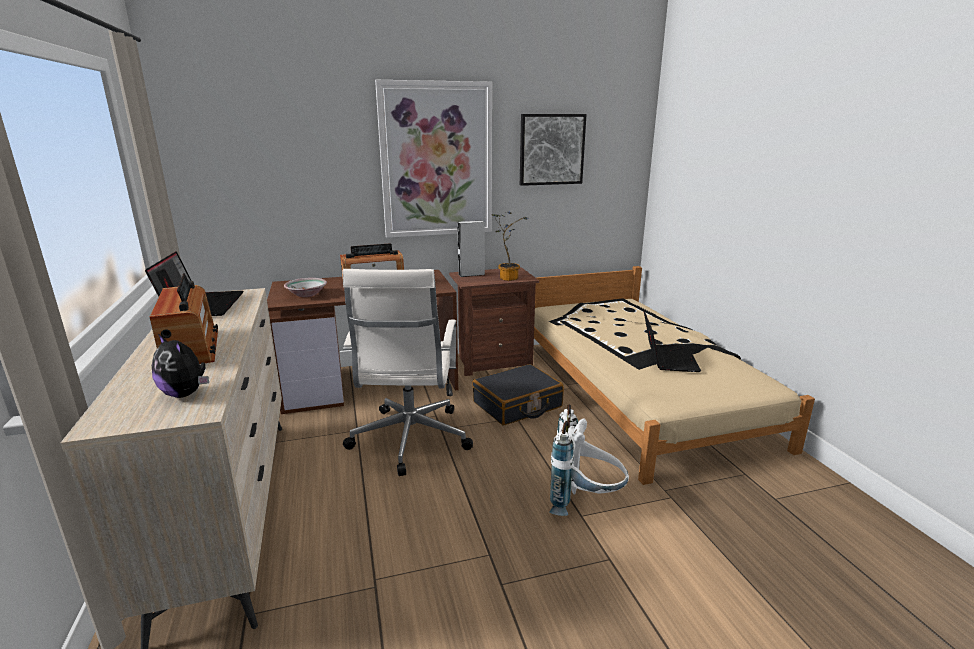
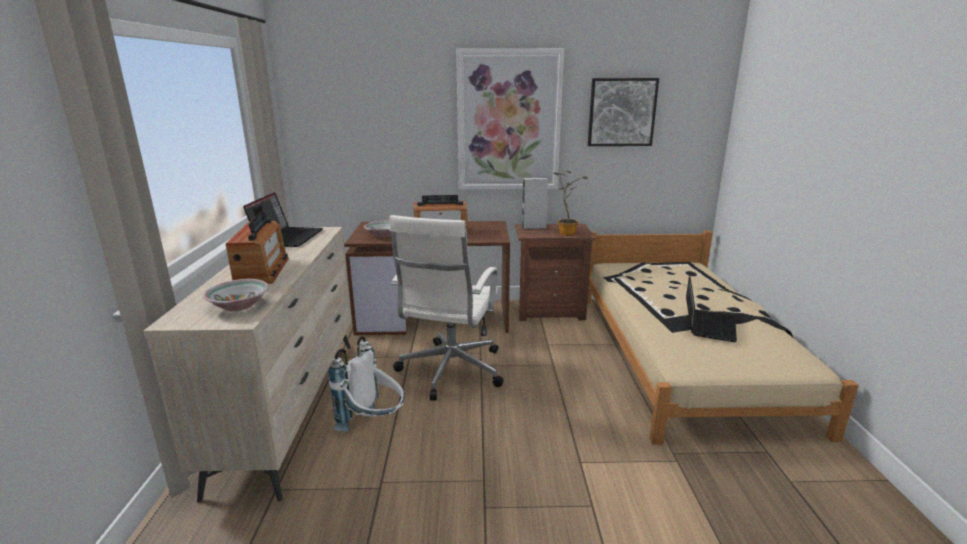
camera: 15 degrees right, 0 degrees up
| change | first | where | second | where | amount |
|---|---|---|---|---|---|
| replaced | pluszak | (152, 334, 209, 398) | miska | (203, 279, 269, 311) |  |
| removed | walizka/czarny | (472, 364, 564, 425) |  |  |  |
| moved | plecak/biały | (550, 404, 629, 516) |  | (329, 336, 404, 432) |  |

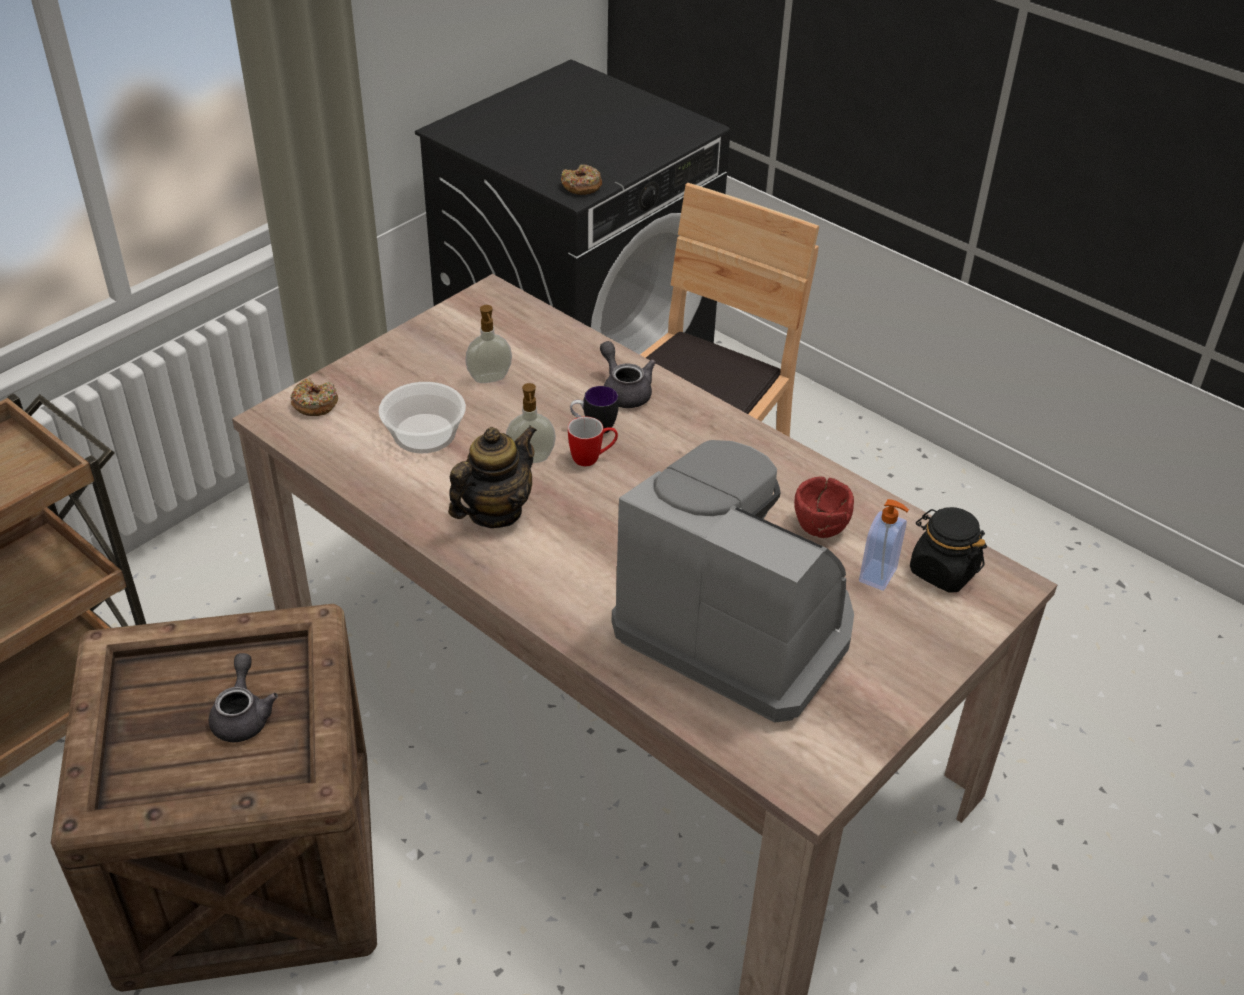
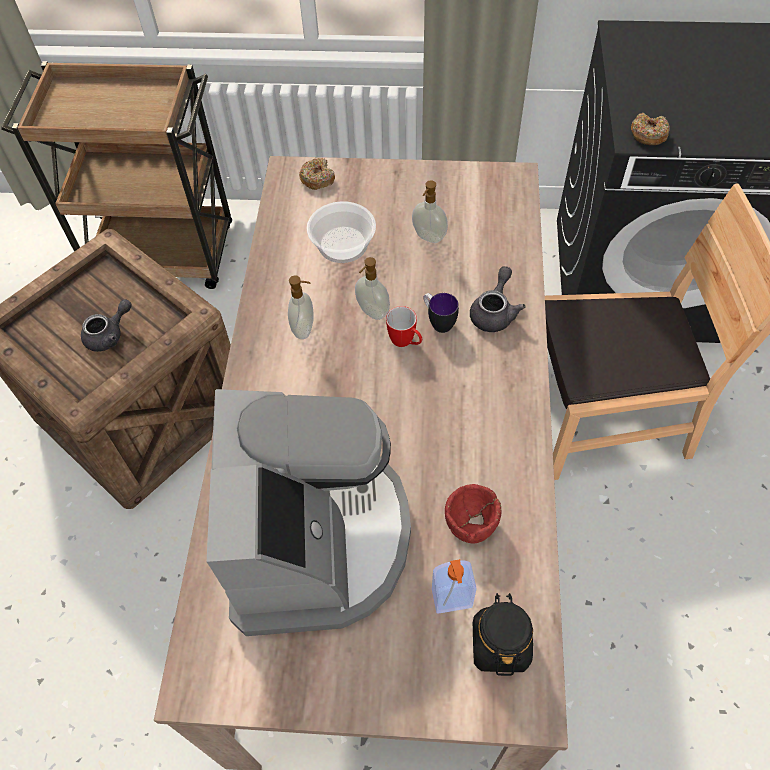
camera: 55 degrees right, 15 degrees up
| change | first | where | second | where | amount |
|---|---|---|---|---|---|
| replaced | imbryk | (448, 425, 537, 528) | dozownik mydła | (288, 275, 314, 339) |  |

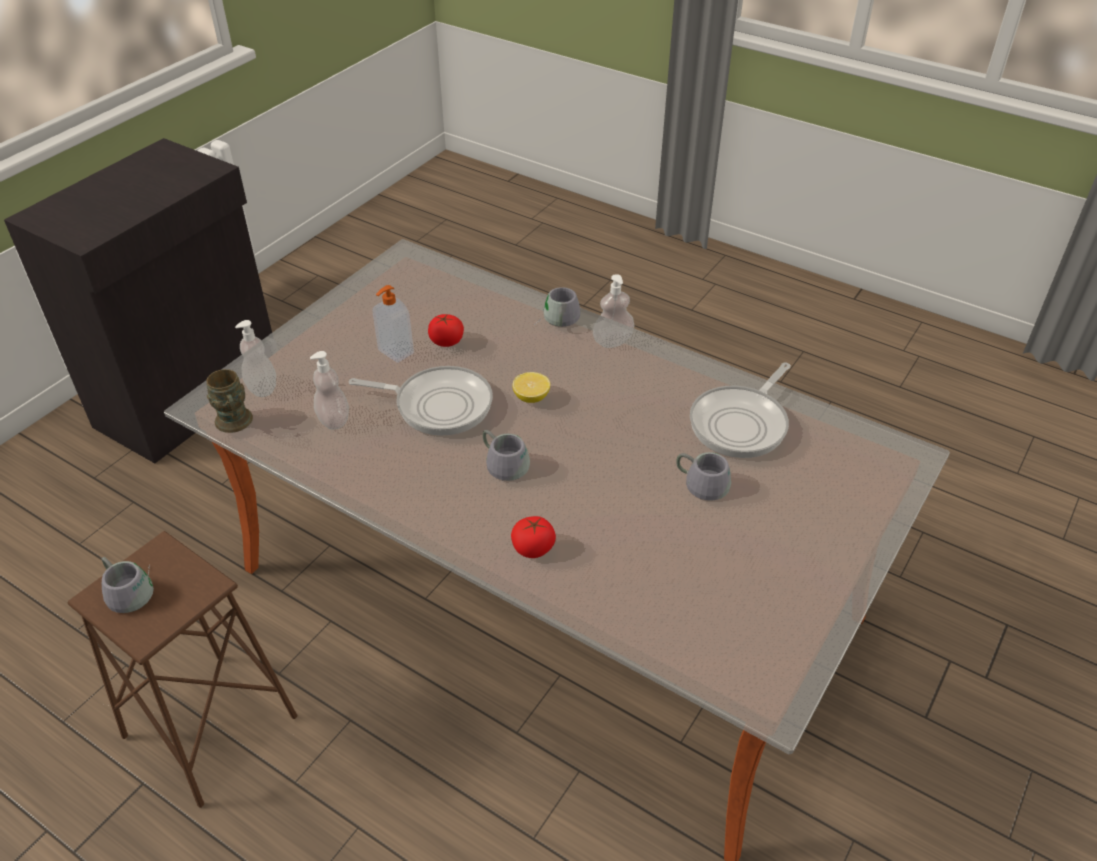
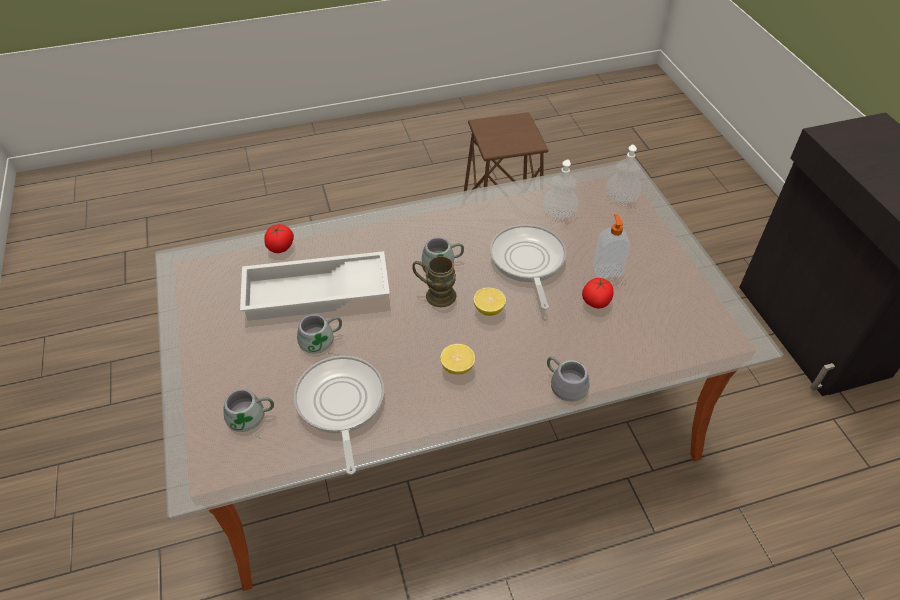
camera: 130 degrees right, 5 degrees up
| change | first | where | second | where | amount |
|---|---|---|---|---|---|
| moved | kubek/szary | (102, 557, 154, 613) |  | (223, 389, 274, 439) |  |
| moved | kubek/brązowy | (206, 369, 253, 433) |  | (412, 256, 456, 307) |  |
| turned | patelnia | (349, 366, 493, 436) |  | (490, 224, 566, 310) | 120 degrees clockwise |
| moved | pomidor | (511, 516, 556, 558) |  | (264, 224, 294, 253) |  |
| removed | dozownik mydła | (593, 274, 634, 348) |  |  |  |
| added |  |  | taca/biały | (240, 251, 390, 321) |  |
| added |  |  | cytryna | (440, 344, 475, 374) |  |

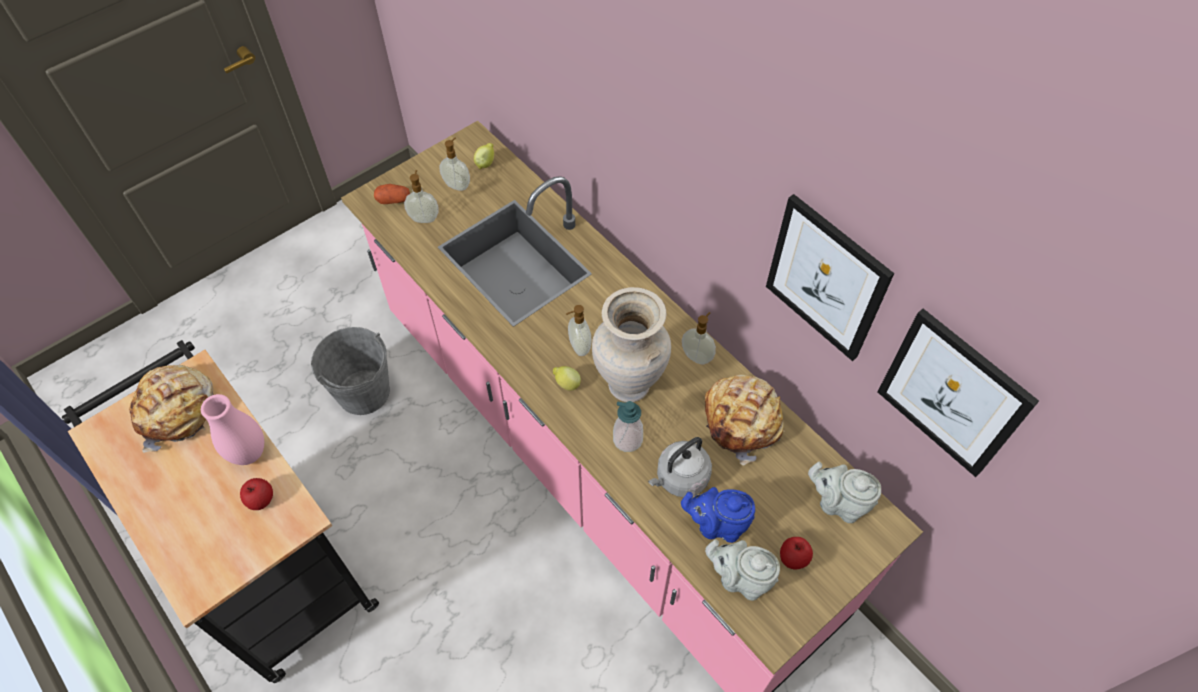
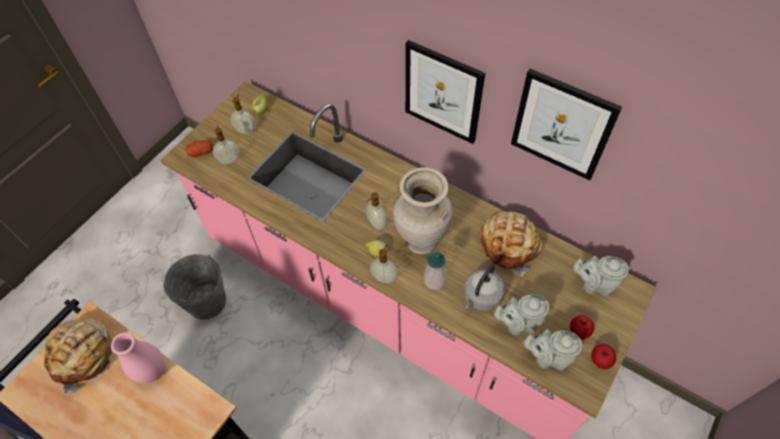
camera: 15 degrees left, 0 degrees up
| change | first | where | second | where | amount |
|---|---|---|---|---|---|
| moved | jabłko | (240, 478, 273, 510) |  | (591, 344, 616, 369) |  |
| recoloured | imbryk/niebieski | (681, 487, 755, 543) | imbryk/szary | (494, 294, 549, 335) |  |
| moved | dozownik mydła | (682, 312, 716, 365) |  | (370, 245, 398, 283) |  |
| moved | obraz | (878, 309, 1039, 477) |  | (405, 40, 485, 144) |  |

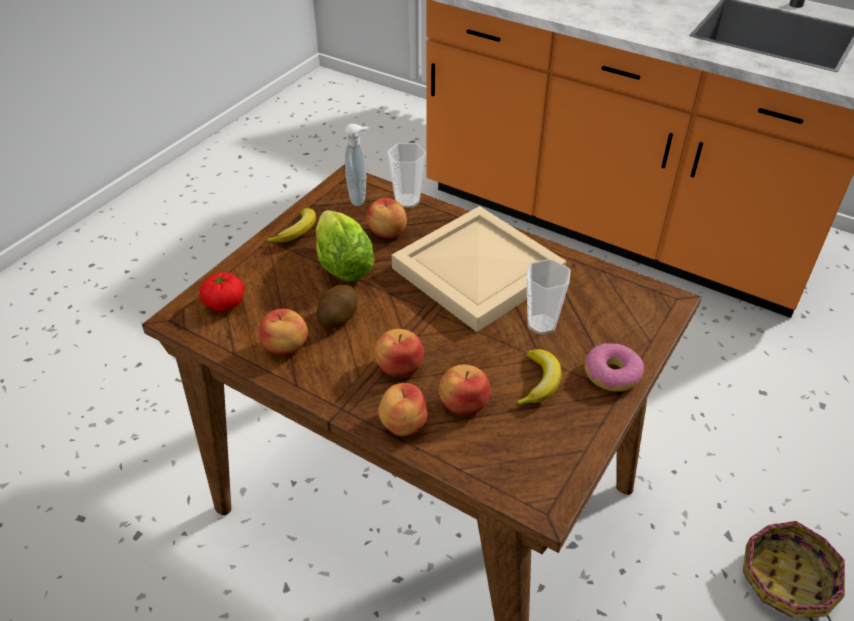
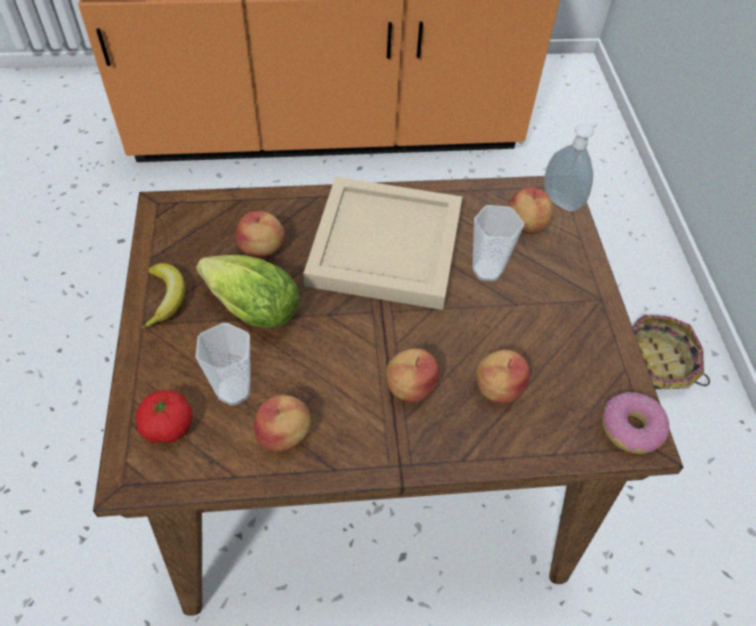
camera: 40 degrees left, 10 degrees up
| change | first | where | second | where | amount |
|---|---|---|---|---|---|
| removed | ziemniak | (316, 285, 357, 329) |  |  |  |
| moved | dozownik mydła | (345, 124, 369, 206) |  | (544, 121, 598, 212) |  |
| moved | jabłko | (378, 383, 427, 436) |  | (508, 187, 553, 234) |  |
| moved | filiżanka | (387, 143, 426, 208) |  | (195, 323, 250, 406) |  |
| removed | banan | (513, 349, 562, 406) |  |  |  |
| moved | donut | (584, 343, 644, 392) |  | (602, 392, 670, 454) |  |

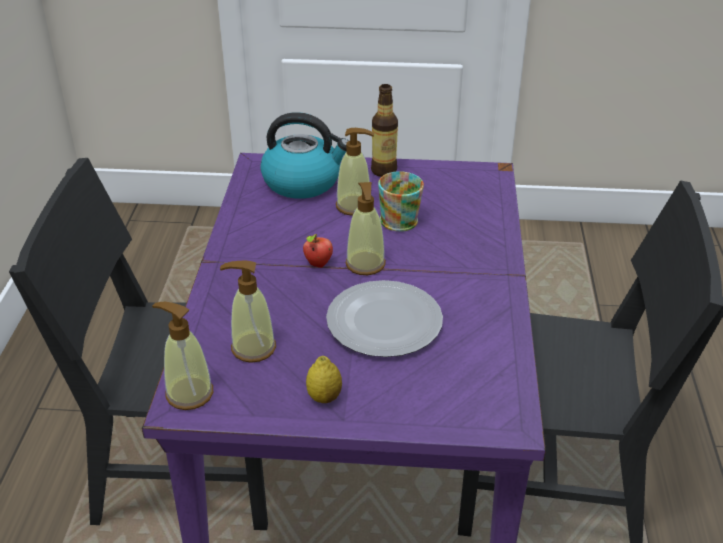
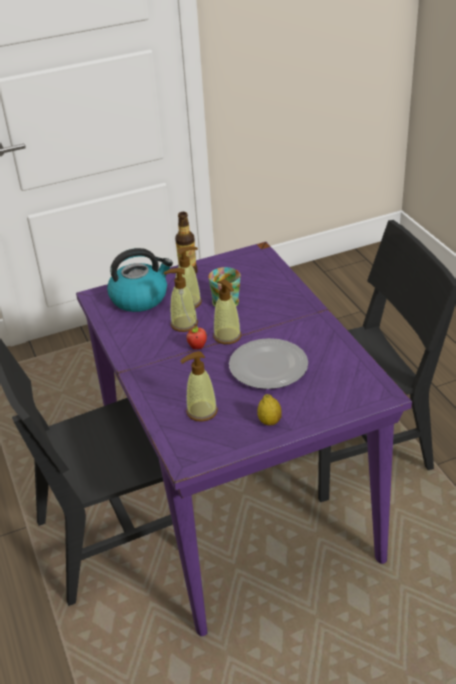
camera: 25 degrees left, 0 degrees up
| change | first | where | second | where | amount |
|---|---|---|---|---|---|
| moved | dozownik mydła | (152, 302, 213, 410) |  | (164, 268, 198, 332) |  |

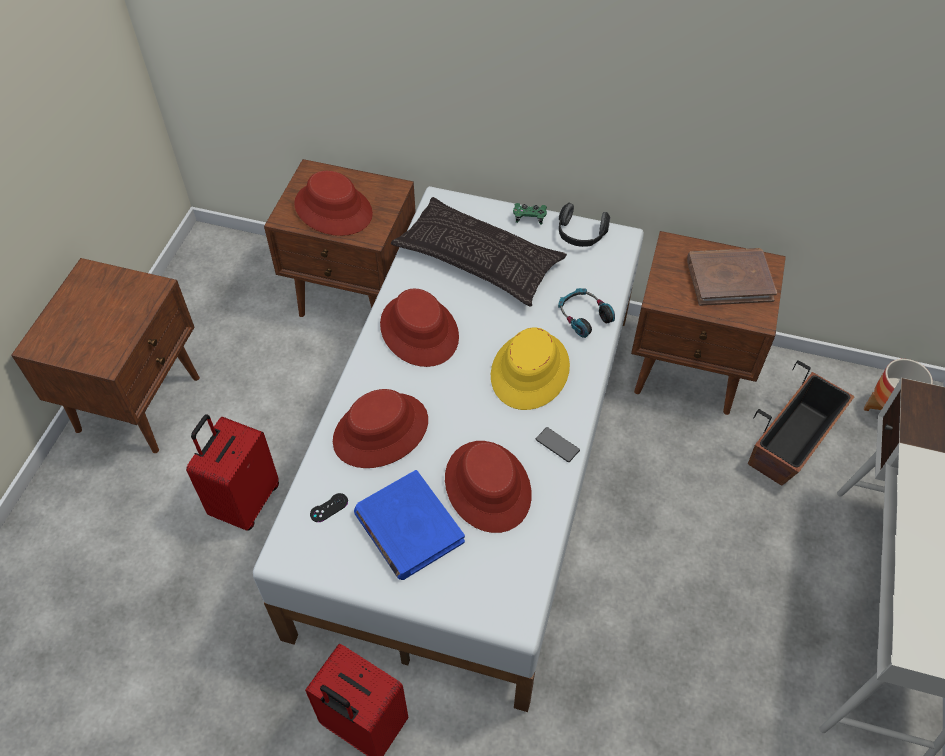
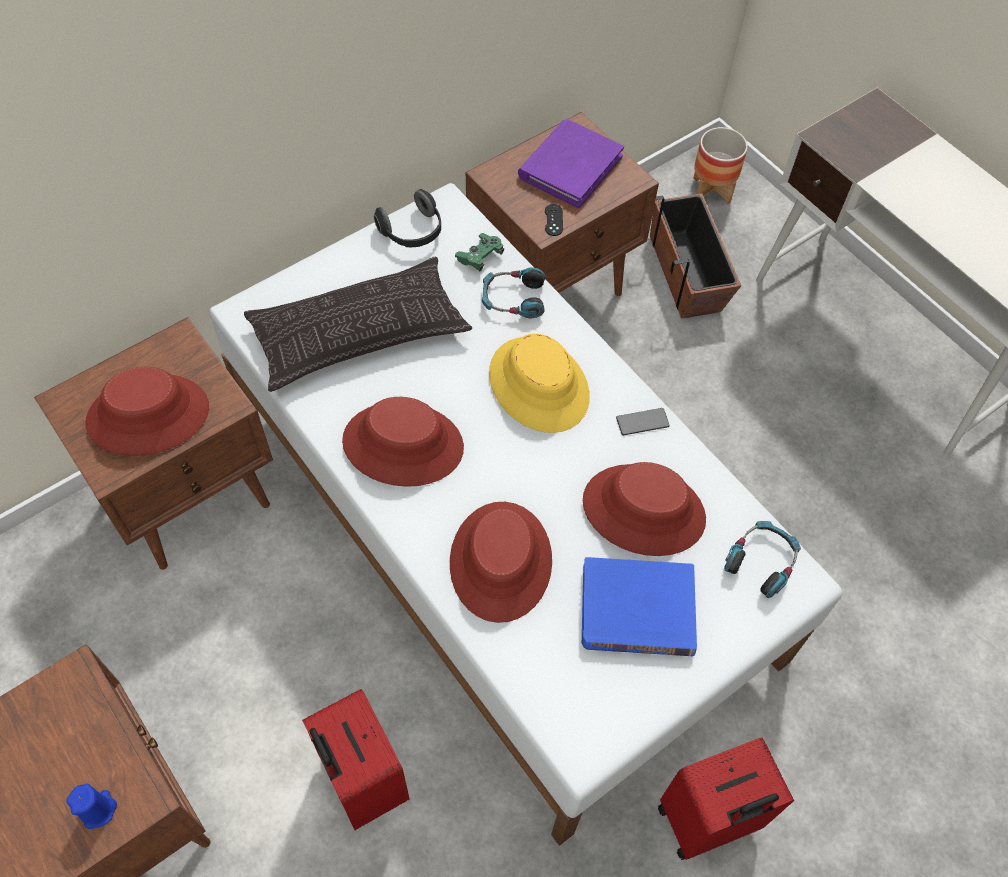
camera: 55 degrees left, 5 degrees up
| change | first | where | second | where | amount |
|---|---|---|---|---|---|
| moved | pad do gier/czarny | (310, 493, 348, 522) |  | (545, 204, 563, 236) |  |
| moved | pad do gier/zielony | (513, 203, 547, 225) |  | (455, 233, 504, 272) |  |
| recoloured | książka/brązowy | (687, 248, 777, 306) | książka/fioletowy | (518, 119, 624, 208) |  |
| added |  |  | świeca/niebieski | (66, 783, 117, 829) |  |
| added |  |  | słuchawki | (724, 521, 801, 598) |  |

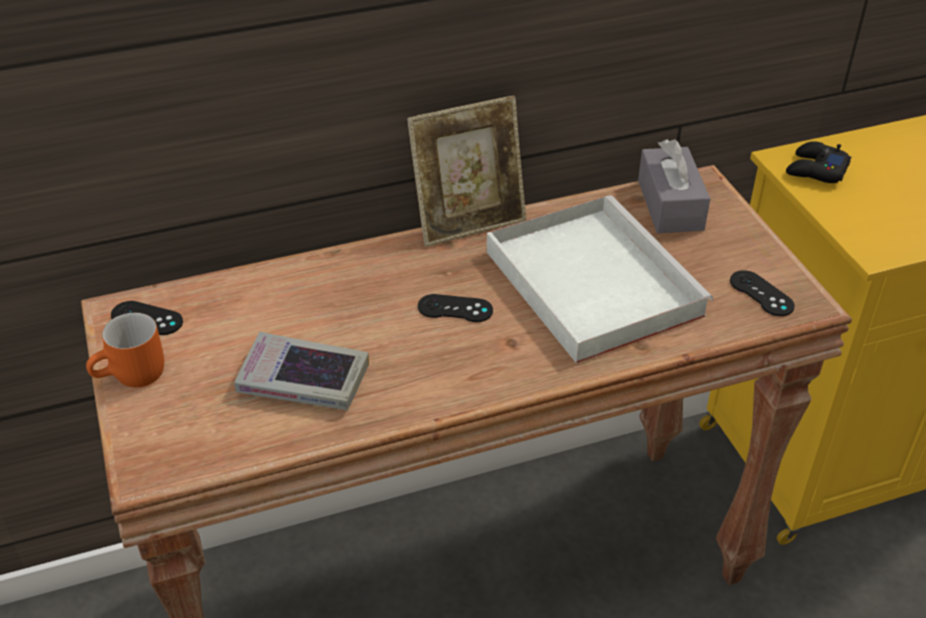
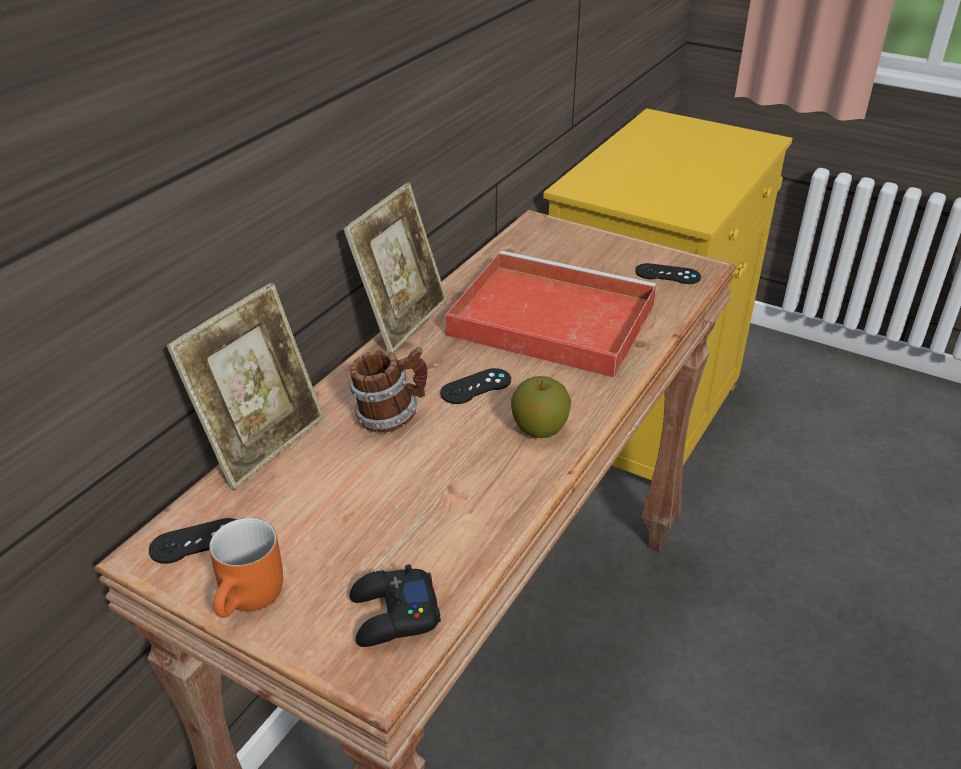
camera: 40 degrees left, 5 degrees down
| change | first | where | second | where | amount |
|---|---|---|---|---|---|
| removed | książka | (234, 332, 369, 411) |  |  |  |
| recoloured | taca/biały | (487, 195, 713, 363) | taca/czerwony | (445, 251, 657, 378) |  |
| removed | pudełko chusteczek/szary | (638, 139, 710, 233) |  |  |  |
| moved | pad do gier/czarny | (786, 141, 851, 183) |  | (350, 564, 441, 647) |  |
| added |  |  | ramka na zdjęcie | (167, 283, 324, 490) |  |
| added |  |  | kubek | (348, 347, 427, 433) |  |
| added |  |  | jabłko | (511, 376, 571, 438) |  |

